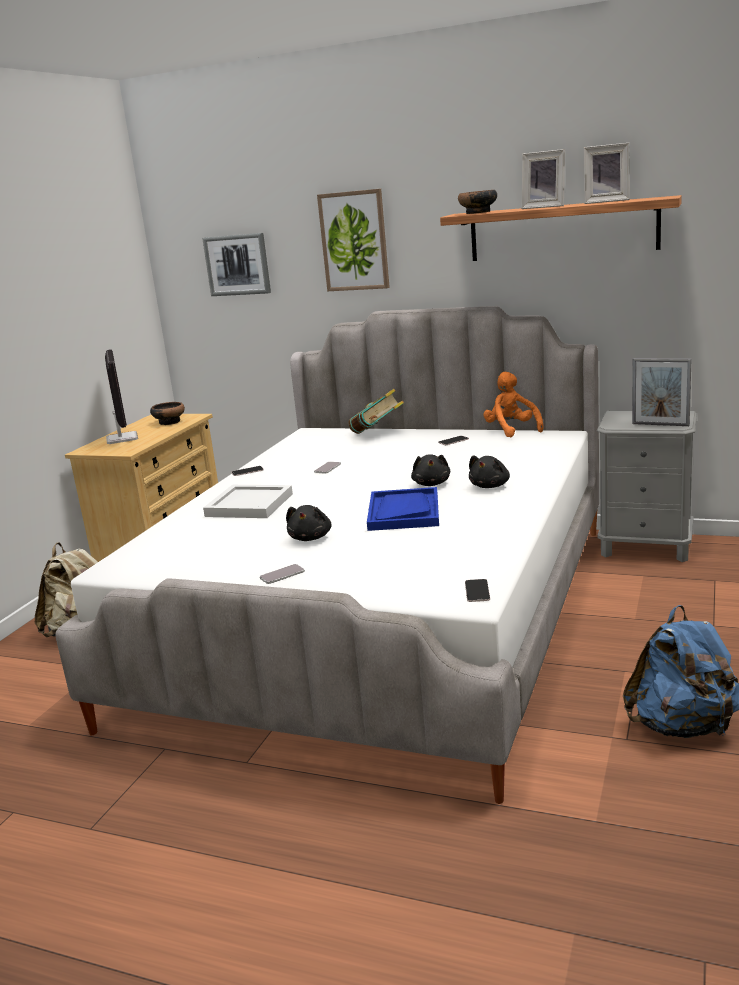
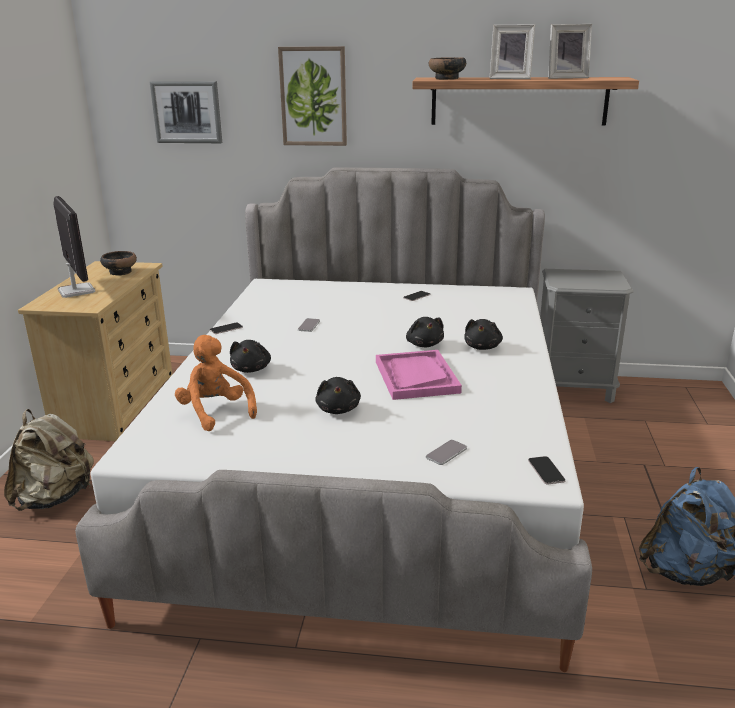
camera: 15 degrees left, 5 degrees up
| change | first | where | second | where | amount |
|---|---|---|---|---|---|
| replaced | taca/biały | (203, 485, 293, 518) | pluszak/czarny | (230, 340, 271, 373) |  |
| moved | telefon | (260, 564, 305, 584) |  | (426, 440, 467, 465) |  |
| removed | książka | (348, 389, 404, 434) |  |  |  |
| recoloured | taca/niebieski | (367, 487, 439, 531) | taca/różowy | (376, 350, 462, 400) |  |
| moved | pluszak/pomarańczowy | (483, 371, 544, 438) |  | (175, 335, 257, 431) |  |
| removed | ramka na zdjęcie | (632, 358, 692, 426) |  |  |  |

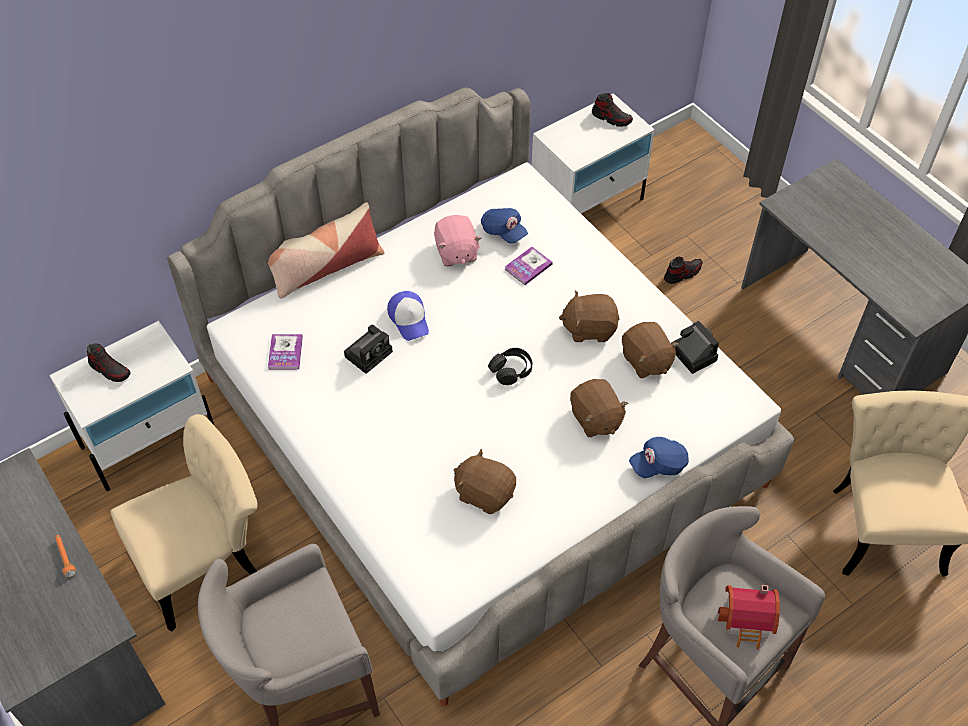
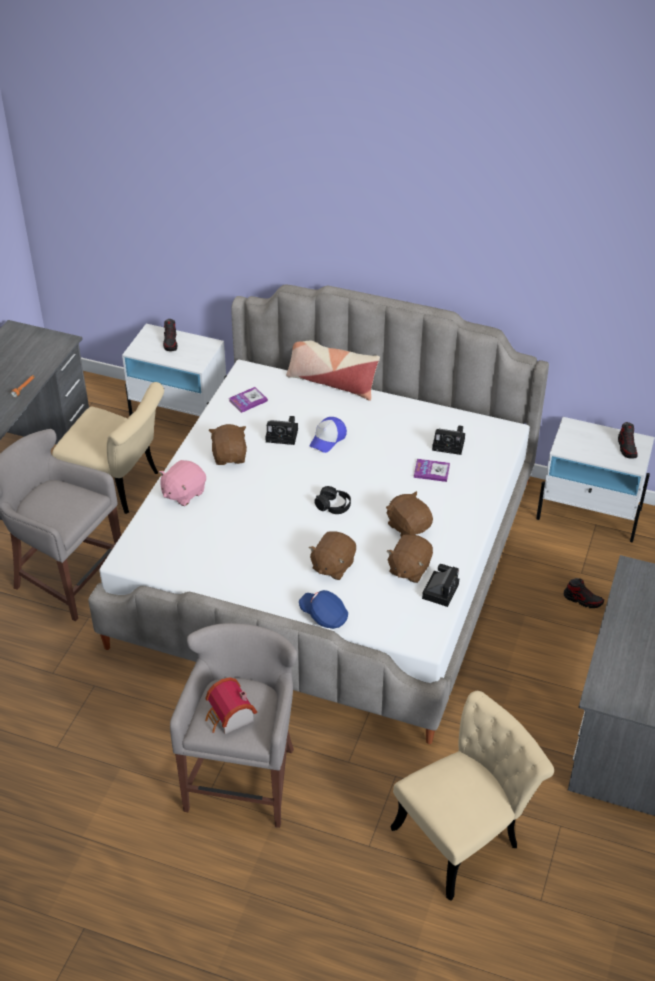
camera: 55 degrees right, 10 degrees down
| change | first | where | second | where | amount |
|---|---|---|---|---|---|
| moved | pluszak/różowy | (434, 215, 482, 266) |  | (159, 460, 206, 506) |  |
| moved | pluszak/brązowy | (454, 449, 516, 514) |  | (209, 424, 247, 465) |  |
| replaced | czapka z daszkiem/niebieski | (481, 208, 528, 244) | aparat fotograficzny | (432, 425, 465, 455) |  |

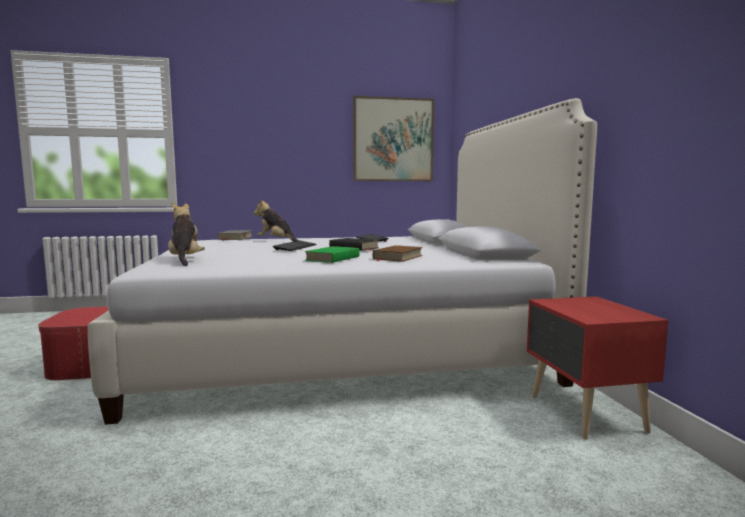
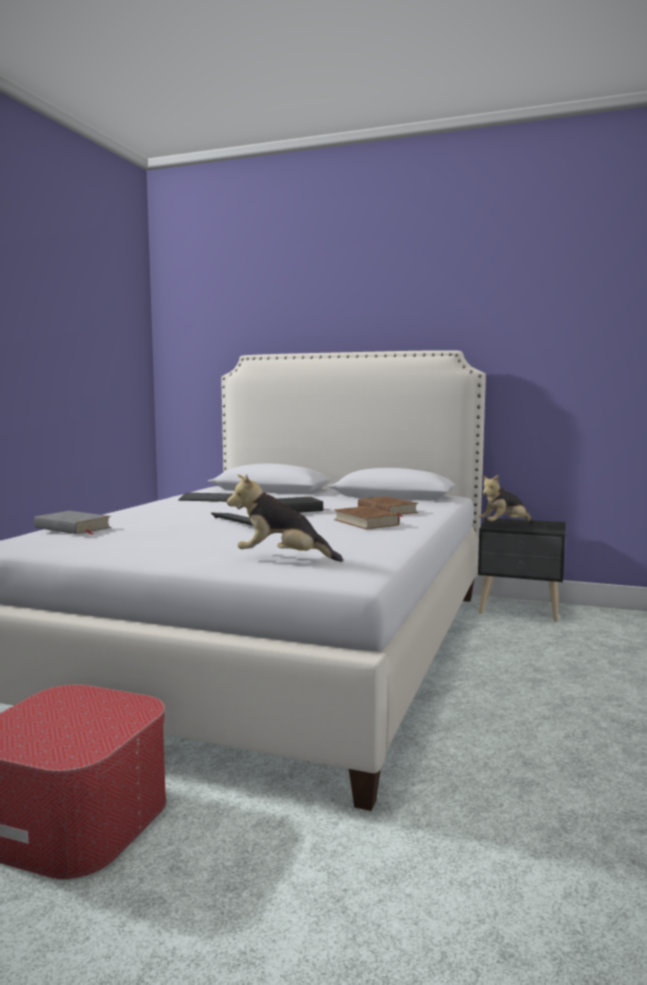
camera: 60 degrees left, 0 degrees up
| change | first | where | second | where | amount |
|---|---|---|---|---|---|
| moved | pluszak | (254, 200, 299, 242) |  | (479, 475, 533, 523) |  |
| recoloured | książka/zielony | (304, 246, 360, 263) | książka/brązowy | (334, 506, 400, 529) |  |
| removed | obraz | (353, 96, 434, 181) |  |  |  |
| recoloured | szafka nocna/czerwony | (527, 296, 669, 440) | szafka nocna/czarny | (478, 518, 566, 622) |  |

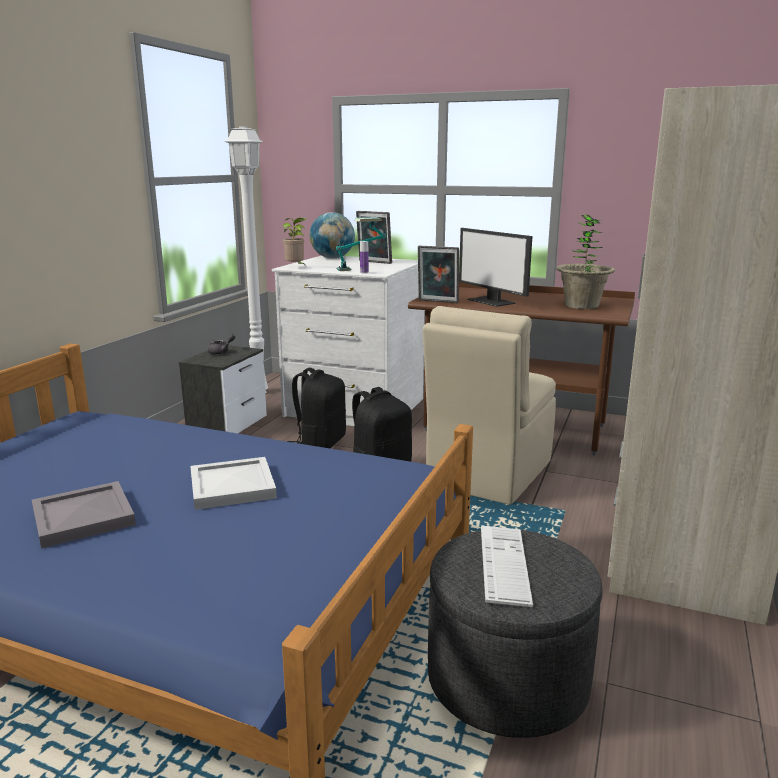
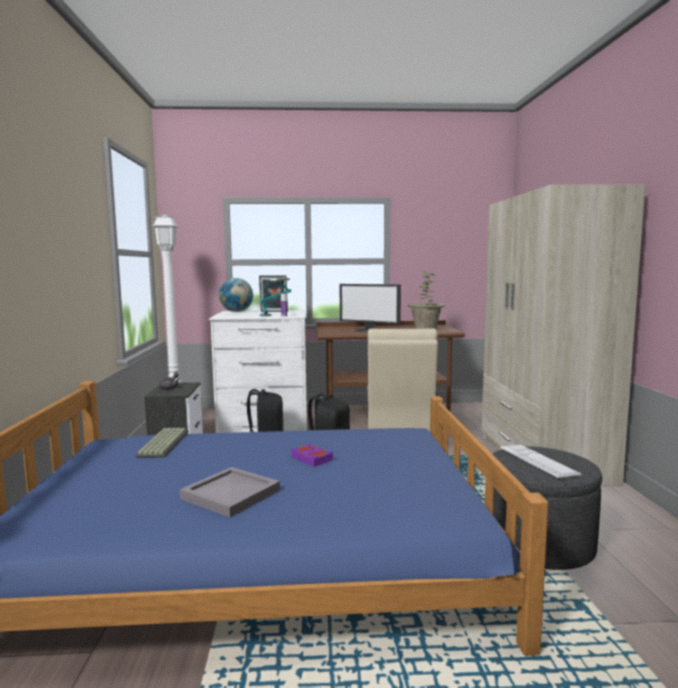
camera: 25 degrees left, 10 degrees down
| change | first | where | second | where | amount |
|---|---|---|---|---|---|
| replaced | taca/biały | (190, 457, 277, 510) | książka/fioletowy | (291, 443, 333, 467) |  |
| removed | roślina doniczkowa | (282, 218, 306, 265) |  |  |  |
| removed | ramka na zdjęcie | (418, 246, 459, 303) |  |  |  |
| added |  |  | klawiatura | (136, 428, 188, 458) |  |

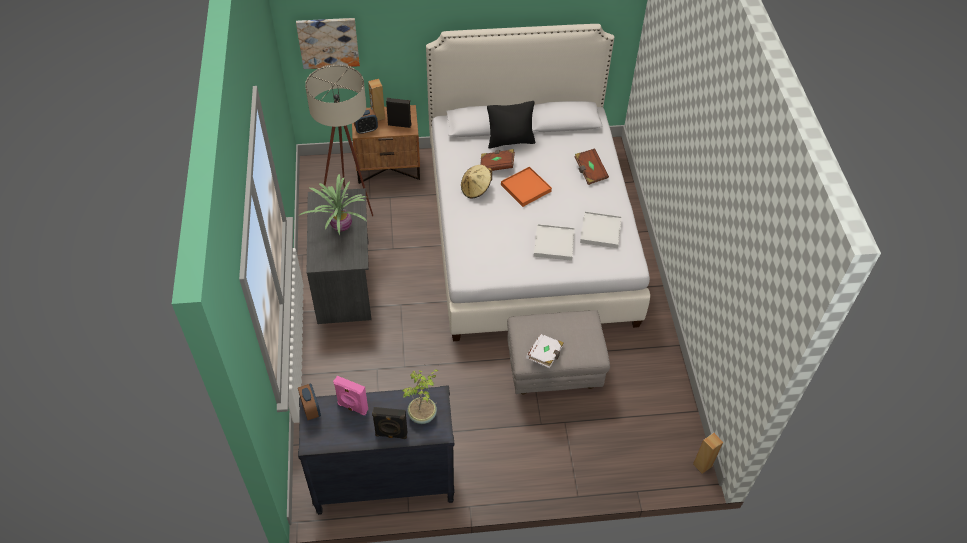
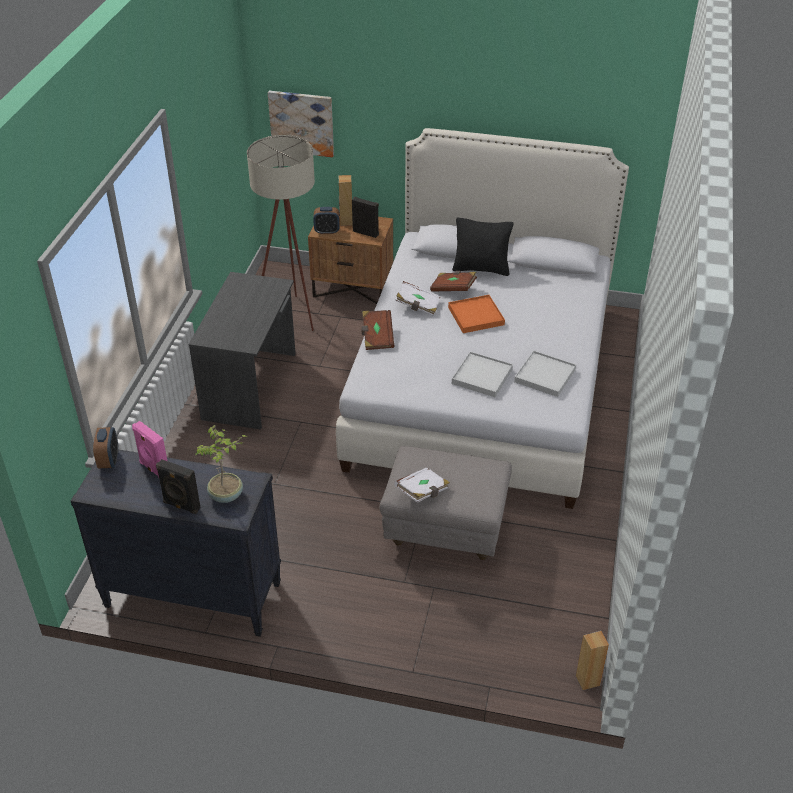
camera: 20 degrees right, 10 degrees down
| change | first | where | second | where | amount |
|---|---|---|---|---|---|
| removed | roślina doniczkowa | (300, 174, 367, 236) |  |  |  |
| replaced | kapelusz/beżowy | (461, 165, 492, 199) | książka/biały | (395, 281, 441, 316) |  |
| moved | książka/brązowy | (574, 148, 609, 185) |  | (361, 310, 394, 350) |  |

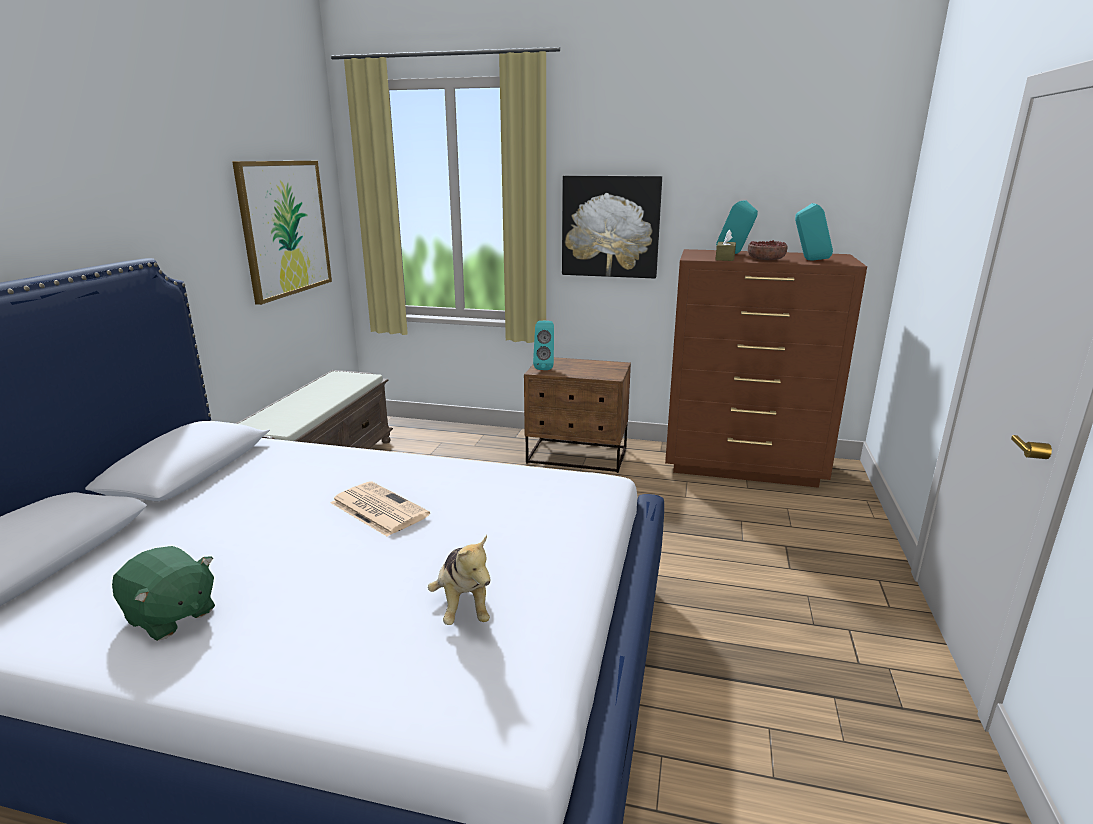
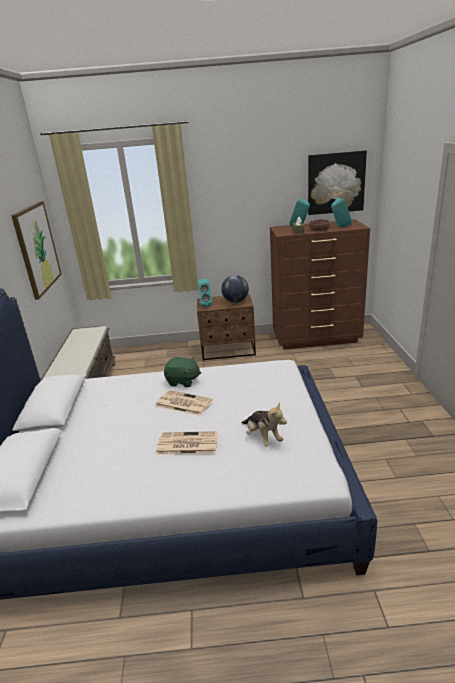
camera: 15 degrees left, 5 degrees up
| change | first | where | second | where | amount |
|---|---|---|---|---|---|
| moved | pluszak/zielony | (112, 546, 215, 641) |  | (164, 357, 201, 387) |  |
| moved | obraz | (562, 175, 662, 279) |  | (308, 150, 367, 215) |  |
| added |  |  | gazeta | (156, 431, 218, 455) |  |
| added |  |  | globus | (221, 275, 249, 303) |  |

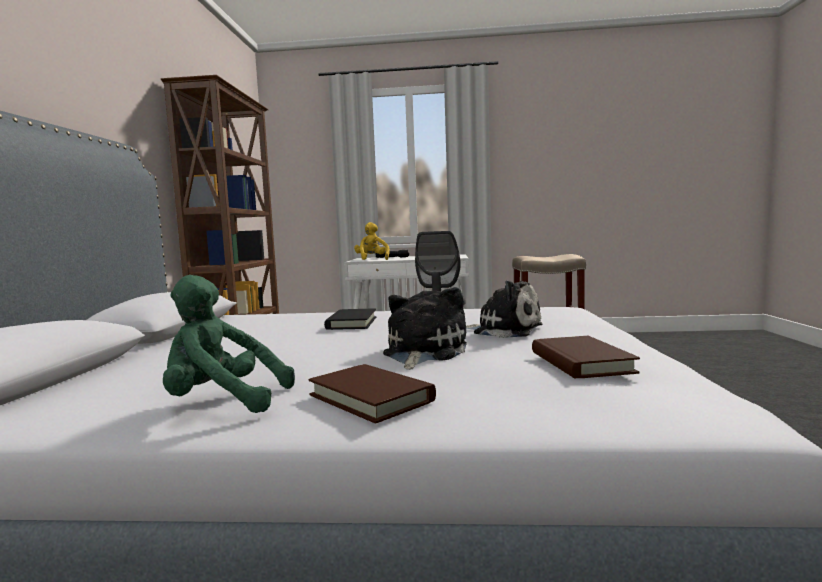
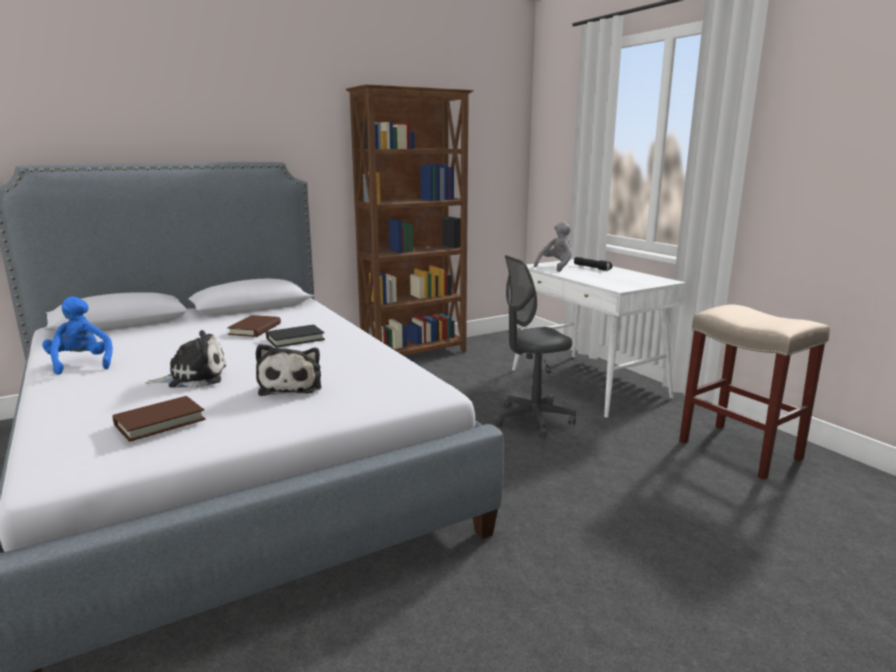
camera: 55 degrees right, 10 degrees up
| change | first | where | second | where | amount |
|---|---|---|---|---|---|
| recoloured | pluszak/zielony | (163, 275, 295, 413) | pluszak/niebieski | (42, 296, 113, 375) |  |
| moved | książka/brązowy | (309, 364, 436, 424) |  | (227, 315, 281, 337) |  |
| recoloured | pluszak/żółty | (354, 222, 390, 260) | pluszak/szary | (534, 222, 572, 272) |  |

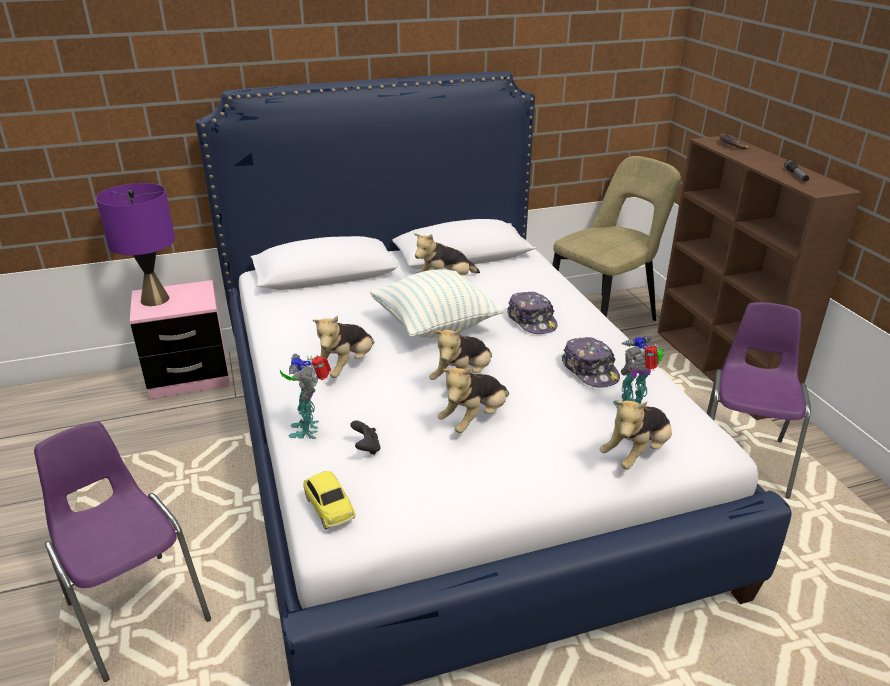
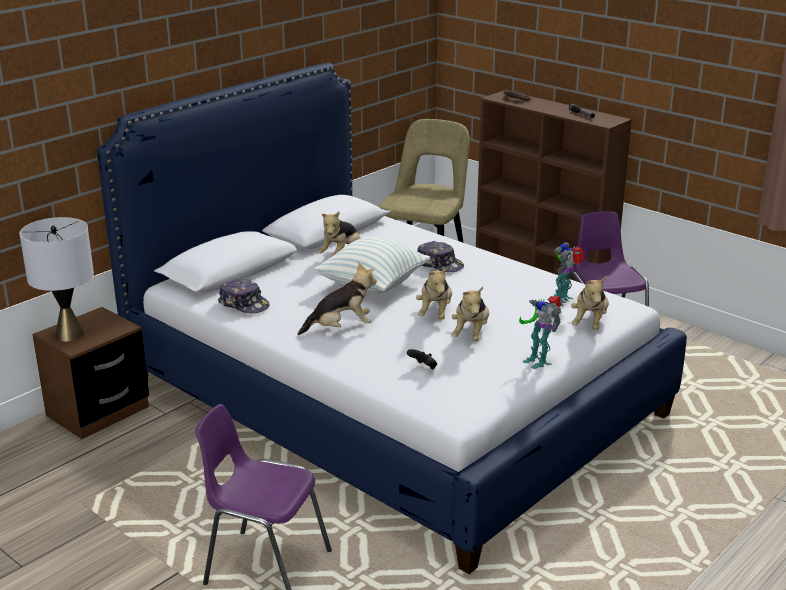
camera: 30 degrees left, 5 degrees down
| change | first | where | second | where | amount |
|---|---|---|---|---|---|
| recoloured | lampa stołowa/fioletowy | (96, 183, 175, 306) | lampa stołowa/szary | (20, 217, 94, 342) |  |
| recoloured | szafka nocna/różowy | (130, 280, 230, 399) | szafka nocna/brązowy | (32, 307, 149, 439) |  |
| moved | robot zabawkowy | (280, 353, 331, 439) |  | (519, 296, 562, 369) |  |
| removed | samochodzik | (303, 471, 356, 530) |  |  |  |
| turned | pluszak | (313, 316, 374, 378) |  | (298, 262, 377, 335) | 105 degrees counterclockwise |
| moved | czapka z daszkiem | (562, 337, 620, 388) |  | (218, 279, 270, 313) |  |

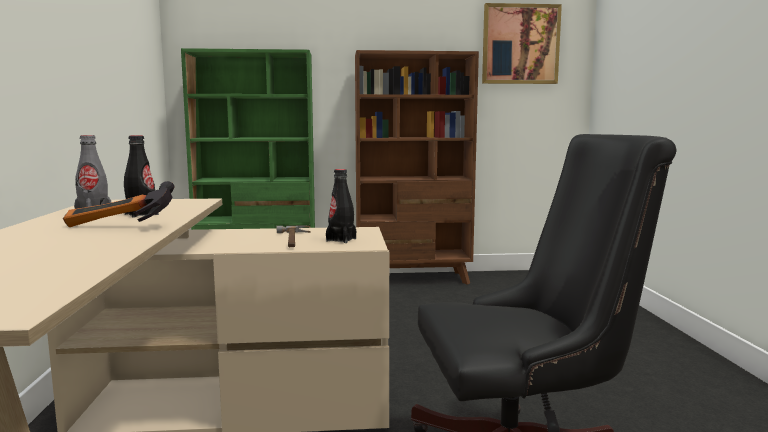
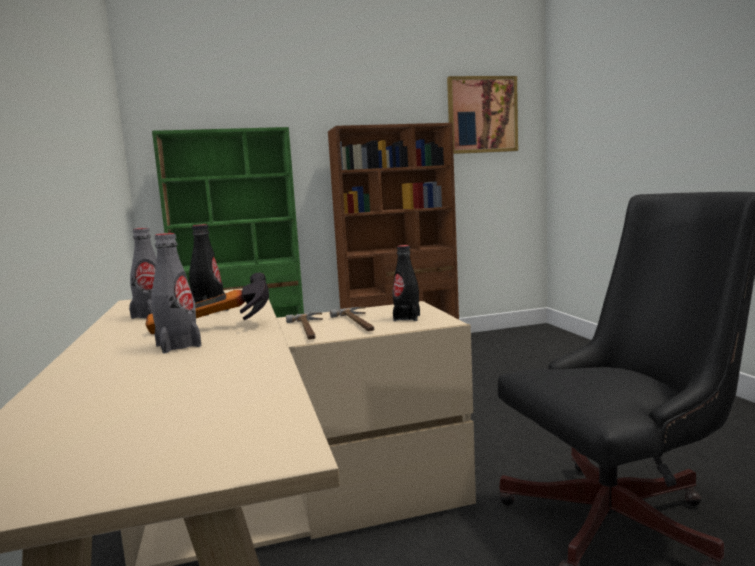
camera: 10 degrees left, 0 degrees up
| change | first | where | second | where | amount |
|---|---|---|---|---|---|
| added |  |  | butelka/szary | (151, 233, 201, 353) |  |
| added |  |  | młotek | (286, 313, 323, 340) |  |

